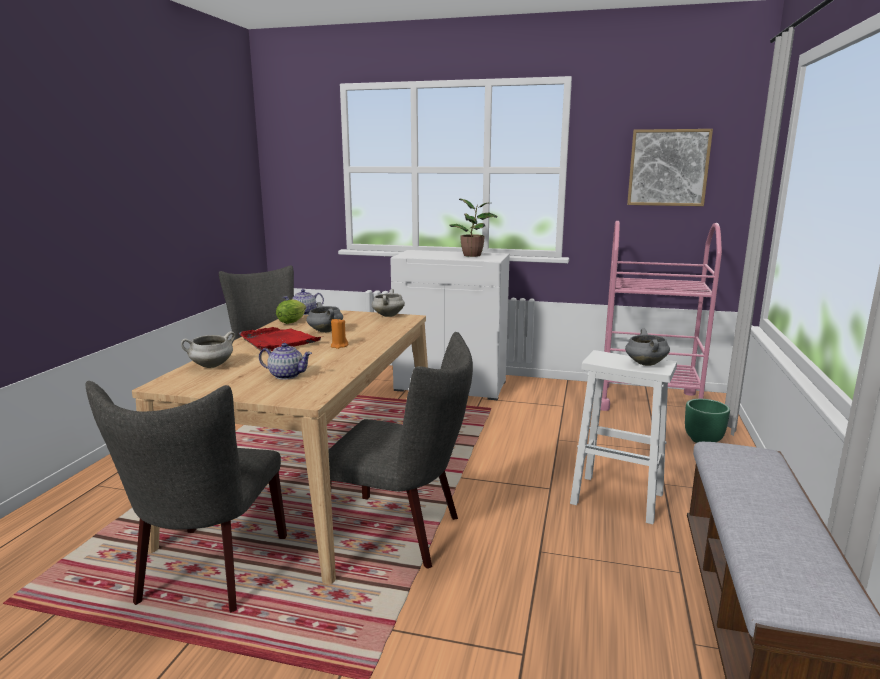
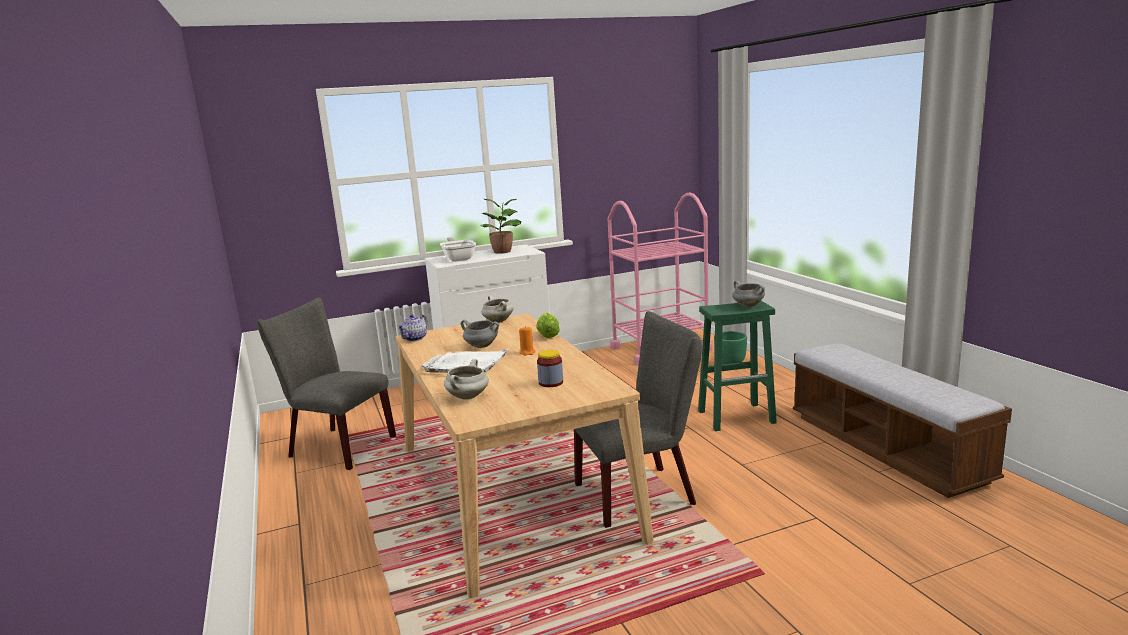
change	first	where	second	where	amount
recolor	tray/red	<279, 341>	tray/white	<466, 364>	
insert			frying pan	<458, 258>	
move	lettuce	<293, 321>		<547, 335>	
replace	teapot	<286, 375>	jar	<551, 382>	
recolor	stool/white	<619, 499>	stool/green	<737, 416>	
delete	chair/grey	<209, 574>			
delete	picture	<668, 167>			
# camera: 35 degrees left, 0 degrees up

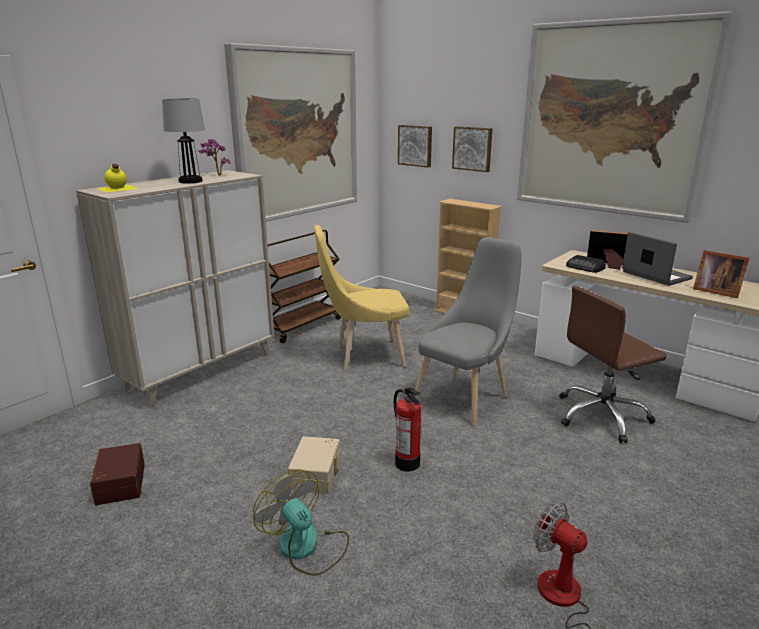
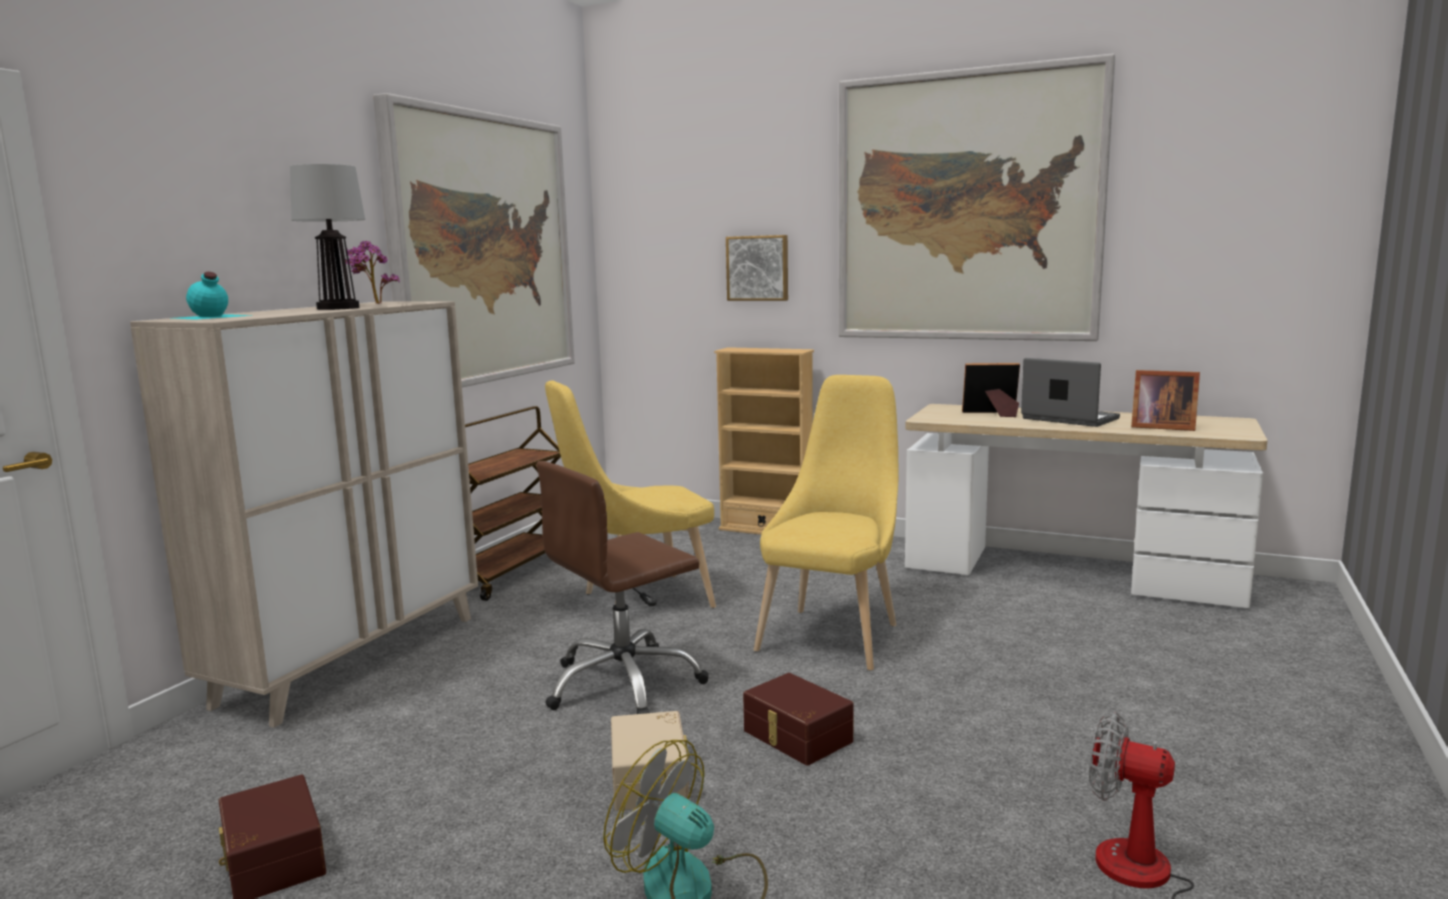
change	first	where	second	where	amount
recolor	bottle/yellow	<117, 188>	bottle/turquoise	<210, 316>	
move	office chair/brown	<602, 416>		<624, 684>	
replace	fire extinguisher	<407, 463>	storage box/brown	<796, 737>	
recolor	chair/grey	<465, 397>	chair/yellow	<833, 634>	
delete	picture	<415, 145>			
delete	radio	<585, 268>			
# camera: 15 degrees left, 10 degrees down

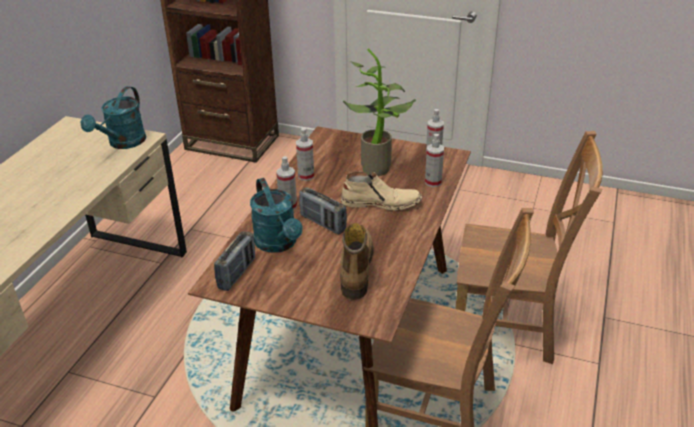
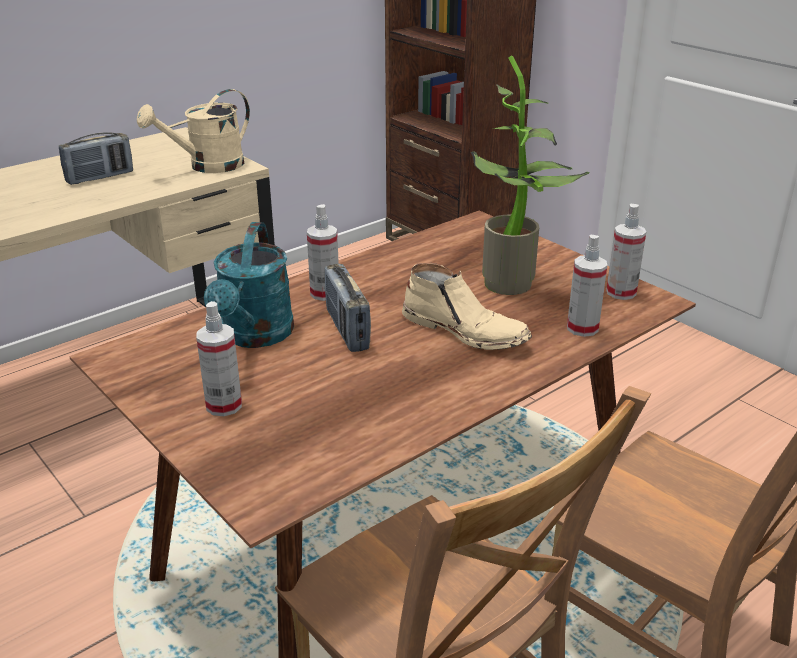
change	first	where	second	where	amount
move	radio	<237, 273>		<100, 177>	
recolor	watering can/turquoise	<123, 143>	watering can/beige	<207, 166>	
move	spray bottle	<306, 176>		<224, 405>	
delete	boot	<355, 269>			
# camera: 30 degrees right, 5 degrees down

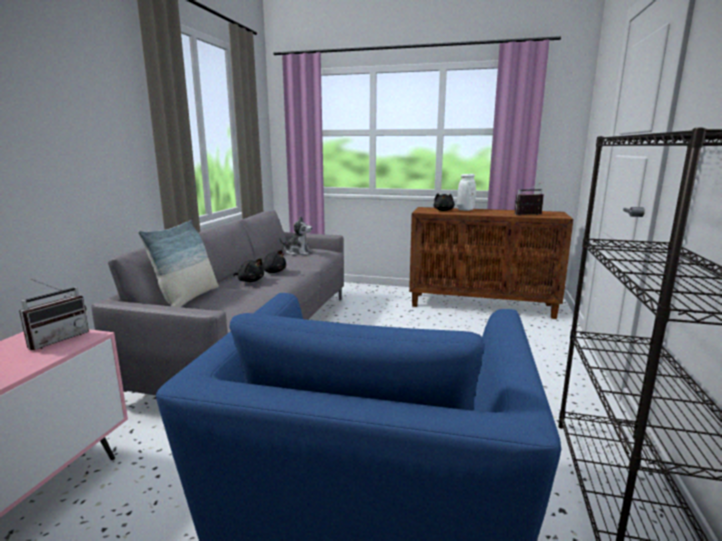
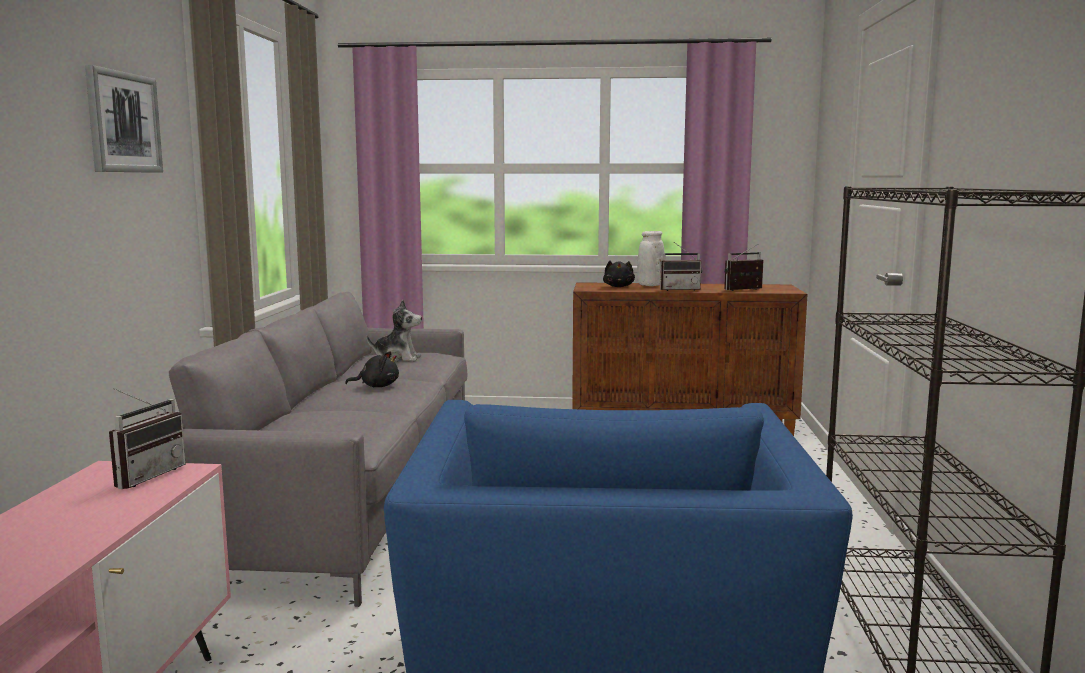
change	first	where	second	where	amount
insert			picture	<123, 122>	
insert			radio	<679, 289>	
delete	pillow	<188, 299>			
delete	plush toy/black	<250, 281>			
# camera: 10 degrees left, 5 degrees down

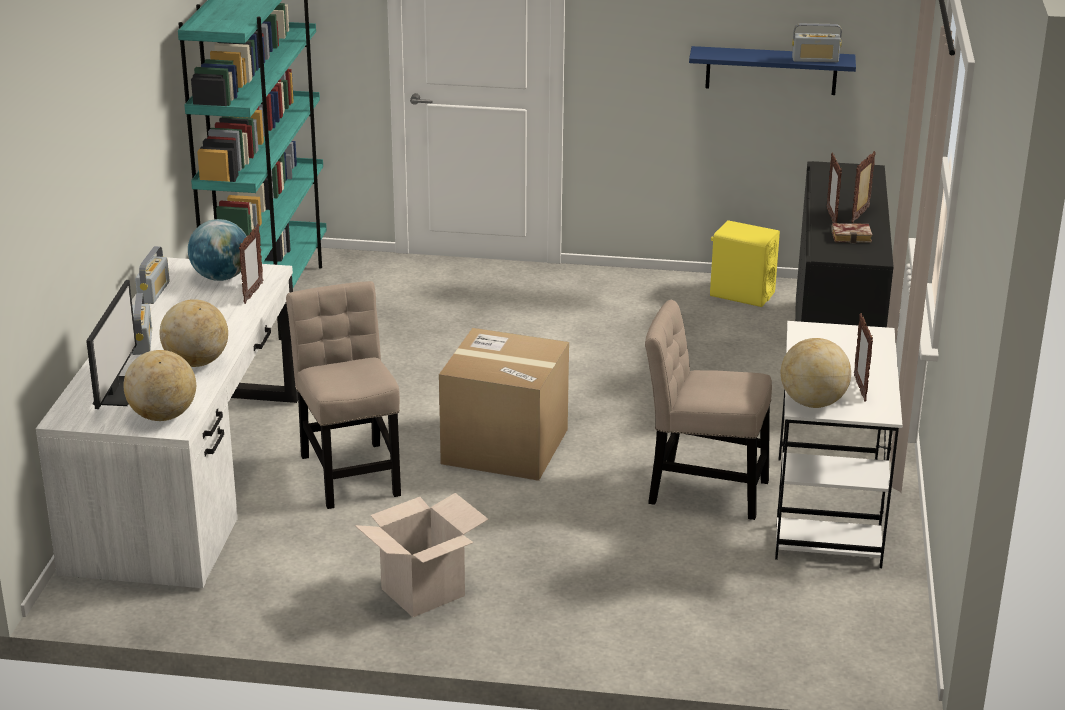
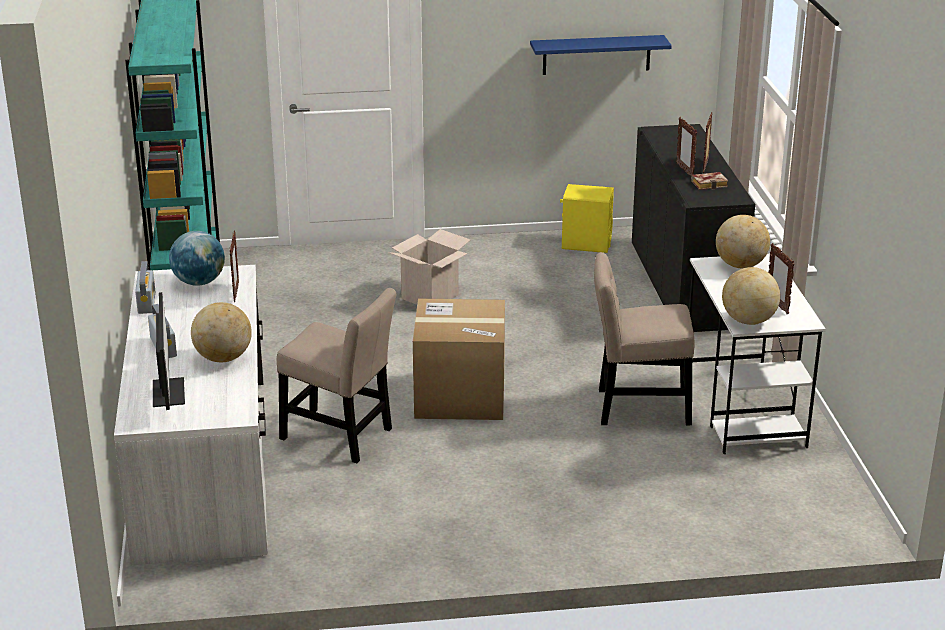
change	first	where	second	where	amount
rotate	chair/beige	<350, 471>		<340, 436>	150 degrees clockwise
move	cardboard box	<423, 592>		<430, 297>	
move	globe	<163, 416>		<740, 265>	
delete	radio	<815, 59>			
# camera: 15 degrees left, 0 degrees up

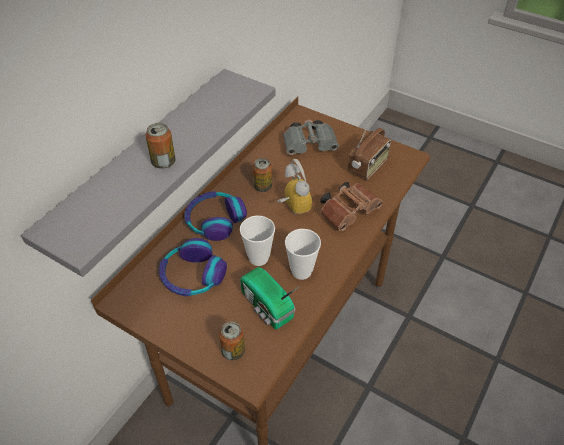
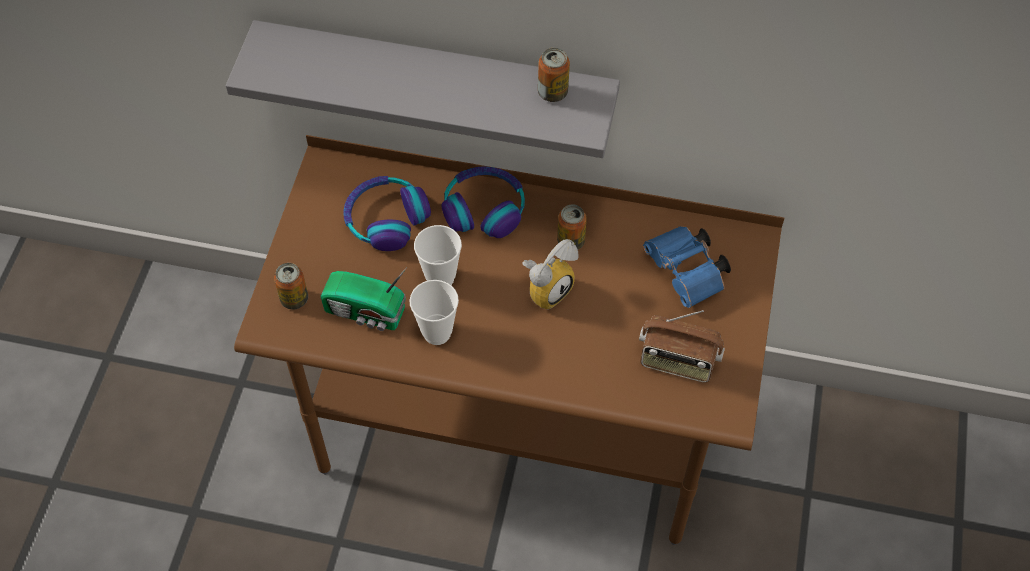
change	first	where	second	where	amount
rotate	radio	<267, 307>		<366, 312>	105 degrees counterclockwise
move	can	<163, 162>		<552, 92>	
recolor	binoculars/grey	<311, 146>	binoculars/blue	<687, 274>	
delete	binoculars/brown	<349, 211>			
# camera: 70 degrees right, 10 degrees up

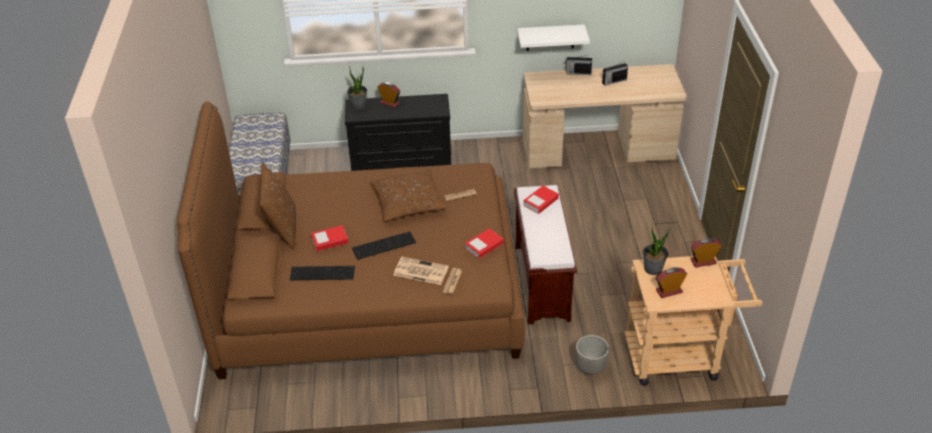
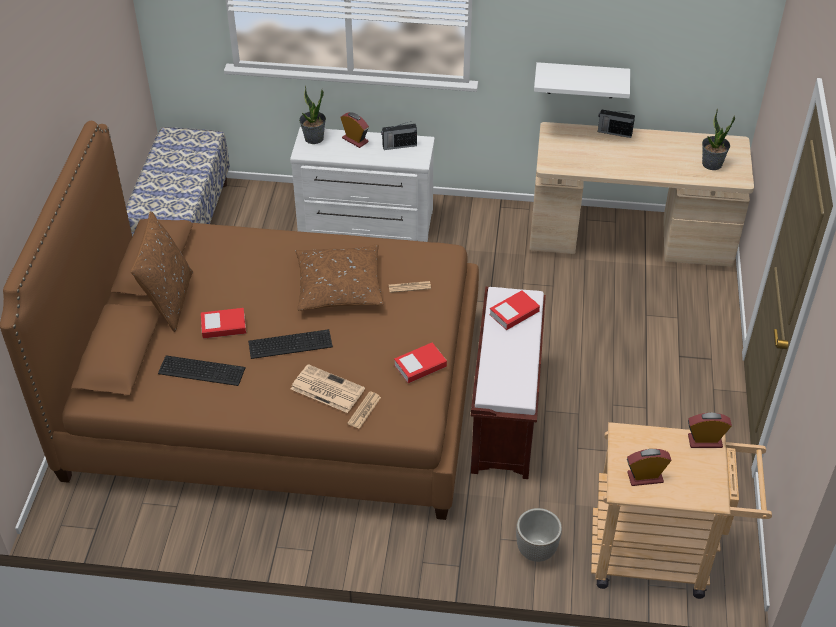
change	first	where	second	where	amount
recolor	dresser/black	<401, 166>	dresser/white	<365, 223>	
move	radio	<613, 81>		<399, 146>	
move	potted plant	<653, 269>		<712, 164>	
# camera: 10 degrees right, 5 degrees up

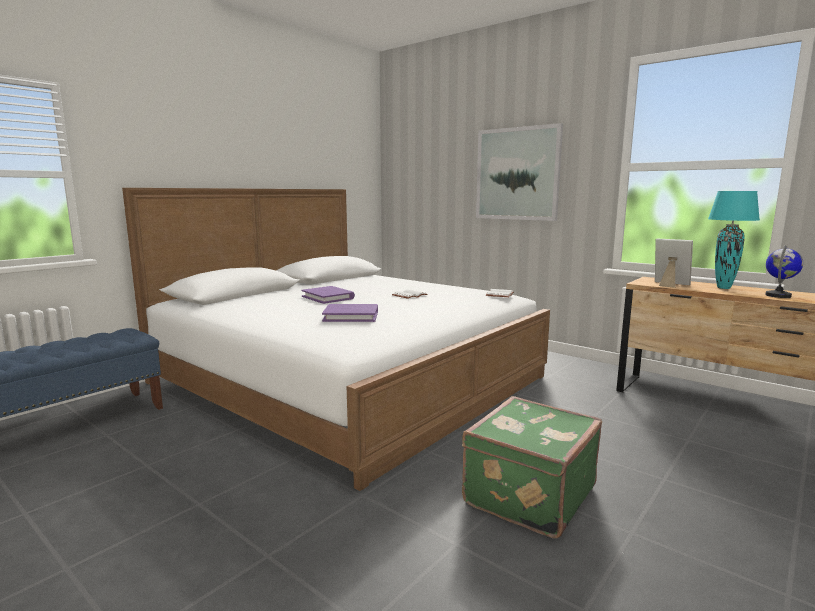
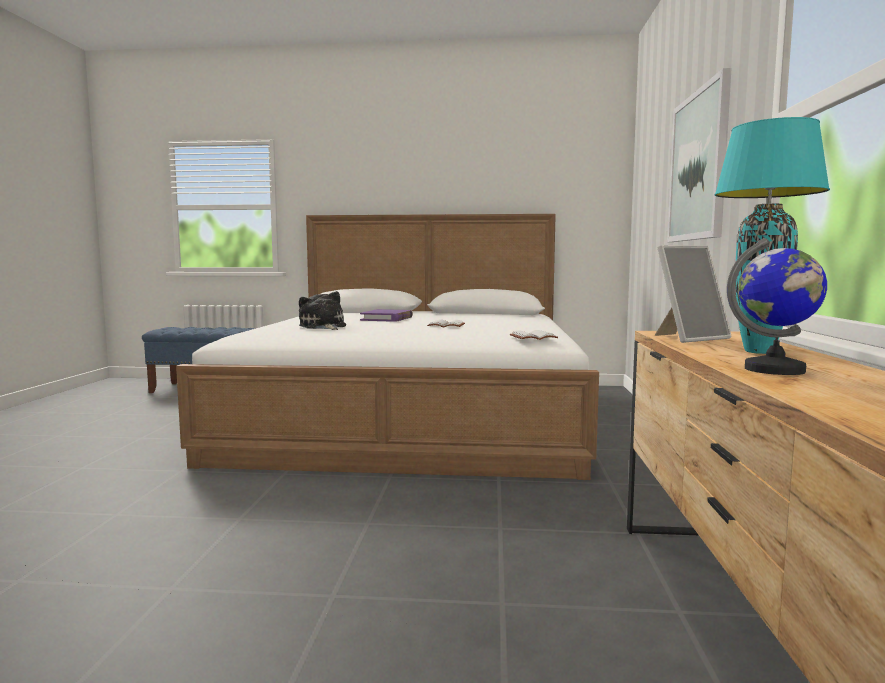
change	first	where	second	where	amount
replace	book/purple	<351, 316>	plush toy	<323, 327>	
rotate	picture frame	<669, 285>		<688, 338>	60 degrees clockwise
delete	suitcase/green	<527, 494>			
# camera: 55 degrees right, 5 degrees down

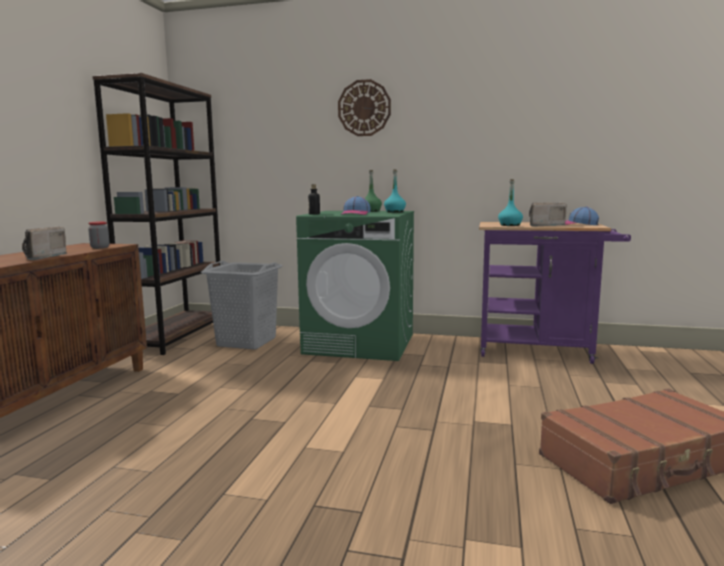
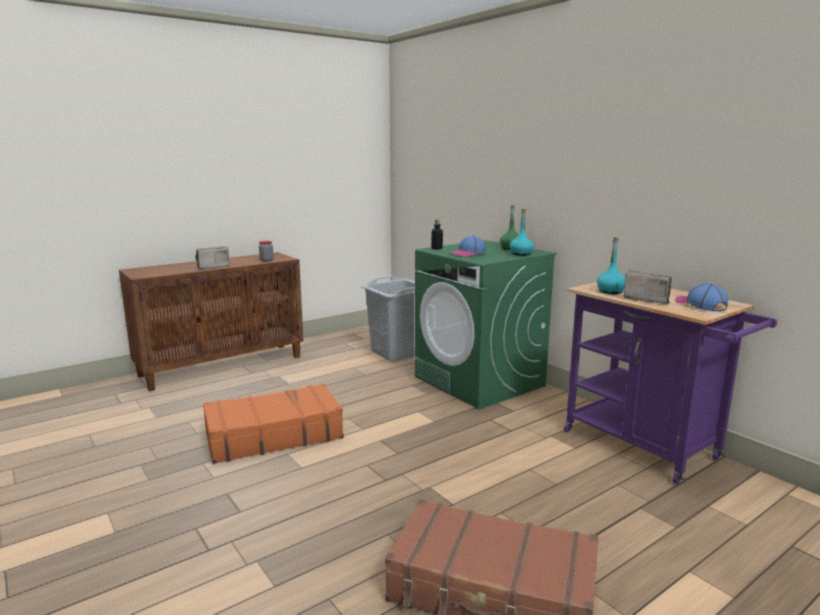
change	first	where	second	where	amount
insert			suitcase/orange	<273, 435>	
delete	bookcase/brown	<176, 336>			
delete	wall clock	<364, 108>			
# camera: 40 degrees right, 5 degrees up

